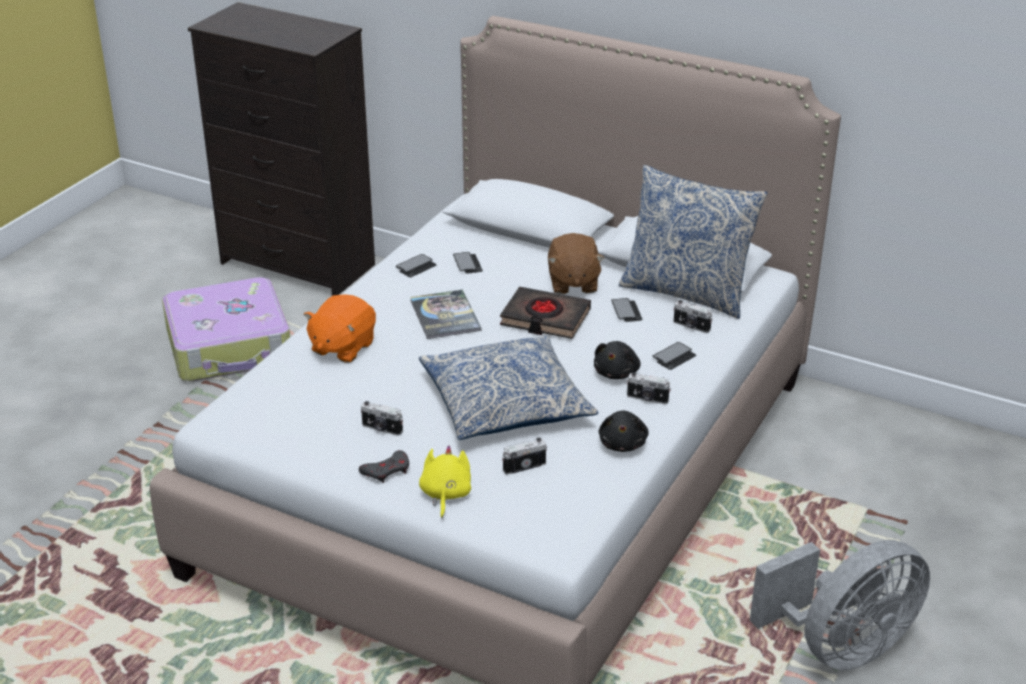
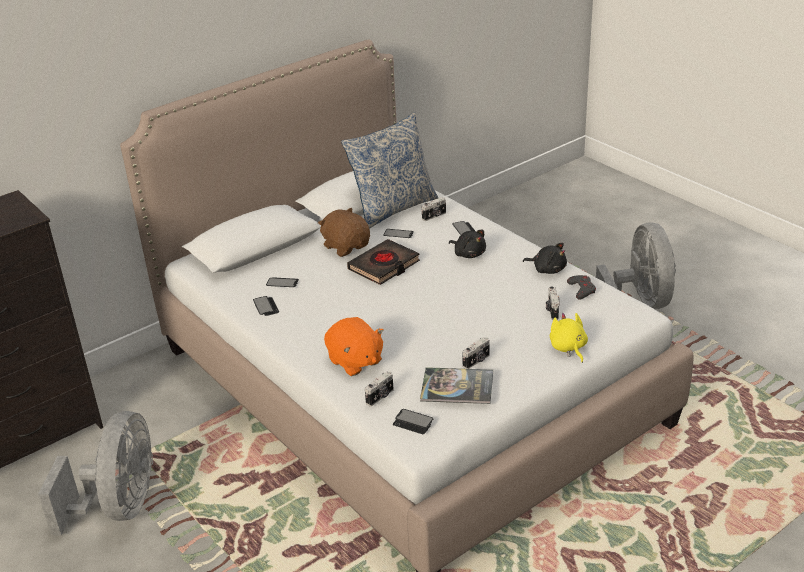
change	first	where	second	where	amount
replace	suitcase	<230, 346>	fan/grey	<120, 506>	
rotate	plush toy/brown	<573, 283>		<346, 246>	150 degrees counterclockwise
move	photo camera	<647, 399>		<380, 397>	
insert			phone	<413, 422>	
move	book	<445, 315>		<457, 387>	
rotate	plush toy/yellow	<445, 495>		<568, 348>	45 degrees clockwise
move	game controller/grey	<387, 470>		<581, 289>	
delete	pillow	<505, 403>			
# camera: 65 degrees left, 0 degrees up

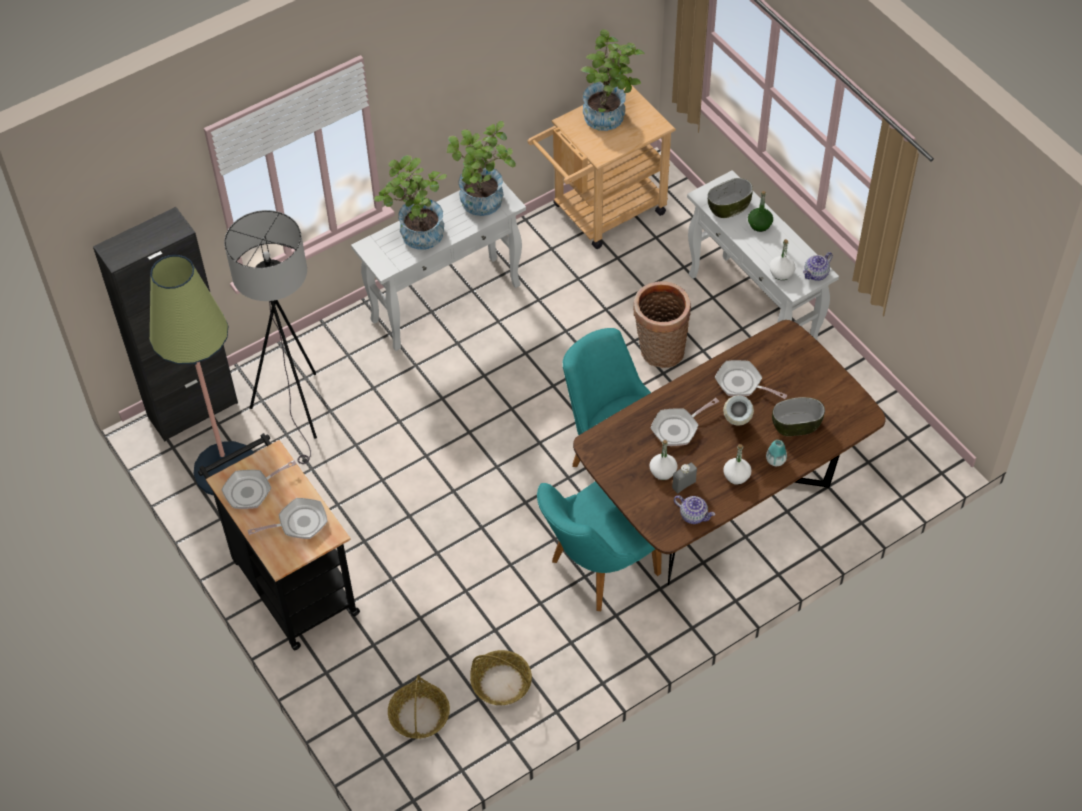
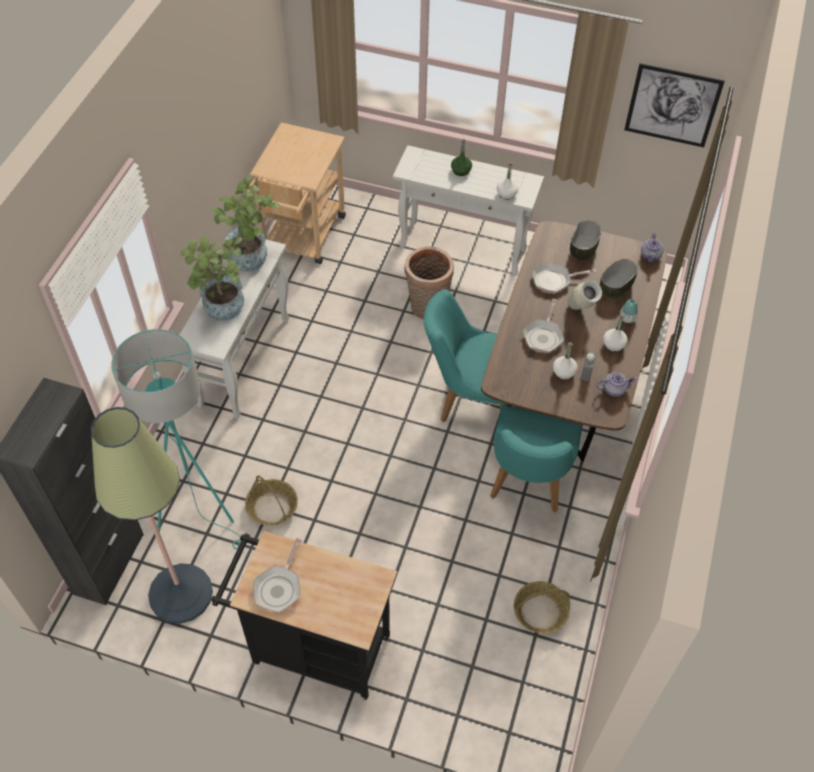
change	first	where	second	where	amount
recolor	floor lamp/grey	<298, 410>	floor lamp/turquoise	<199, 510>	
move	basket	<419, 716>		<272, 507>	
move	bowl	<729, 206>		<583, 248>	
insert			picture	<672, 105>	
move	teapot	<816, 274>		<650, 256>	
delete	frying pan	<299, 523>			
delete	potted plant	<609, 118>			
# camera: 40 degrees left, 0 degrees up

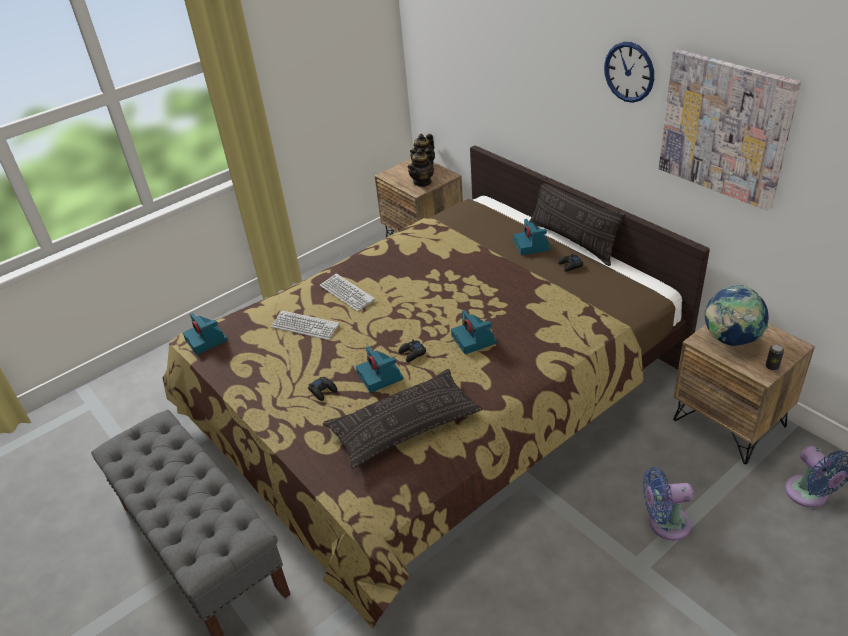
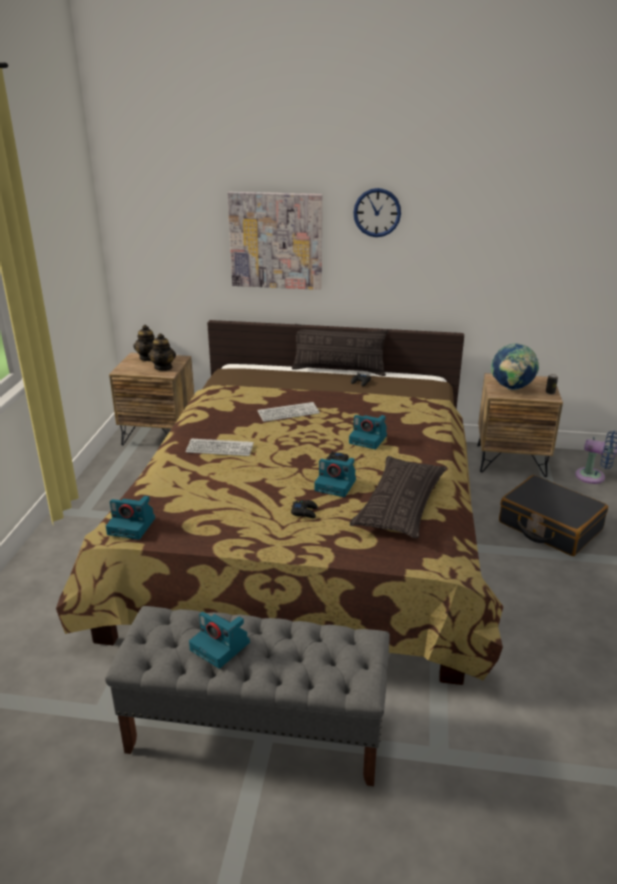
change	first	where	second	where	amount
move	photo camera	<532, 246>		<221, 646>	
move	picture	<725, 128>		<276, 240>	
move	keyboard	<305, 326>		<288, 413>	
replace	fan/blue	<664, 524>	suitcase/black	<549, 526>	
# camera: 45 degrees left, 10 degrees down

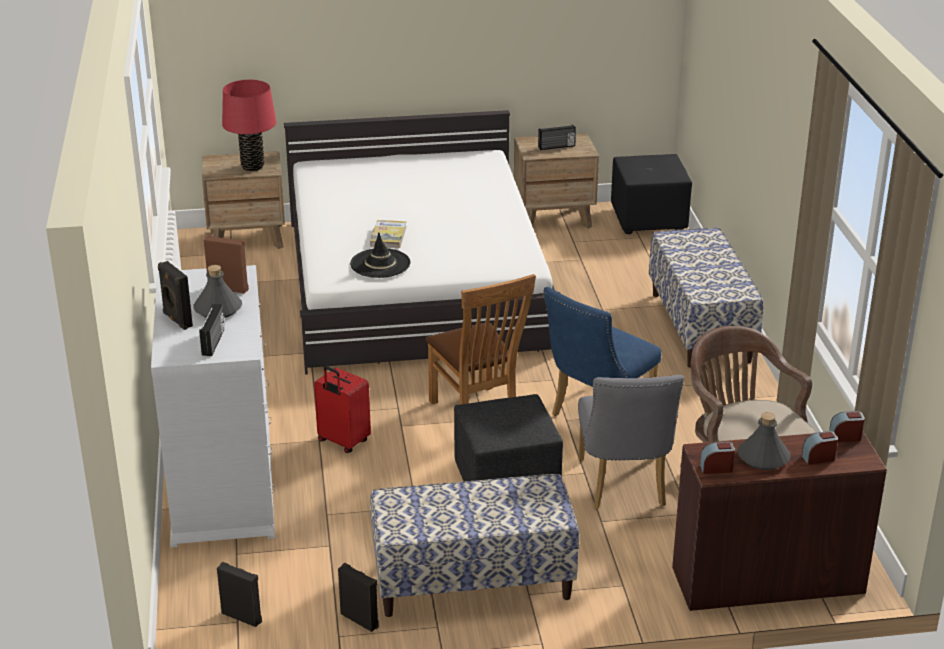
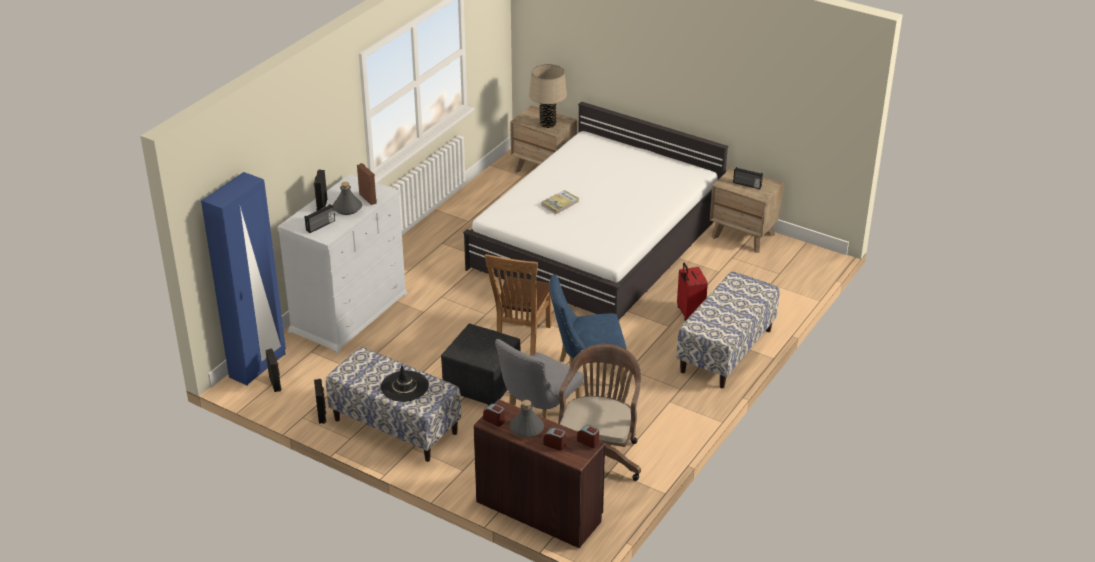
change	first	where	second	where	amount
insert			wardrobe/blue	<258, 366>	
move	hat/black	<380, 264>		<404, 386>	
recolor	table lamp/red	<252, 166>	table lamp/beige	<547, 124>	
move	suitcase/red	<342, 442>		<689, 313>	
delete	ottoman/black	<649, 219>			
# camera: 40 degrees right, 5 degrees up

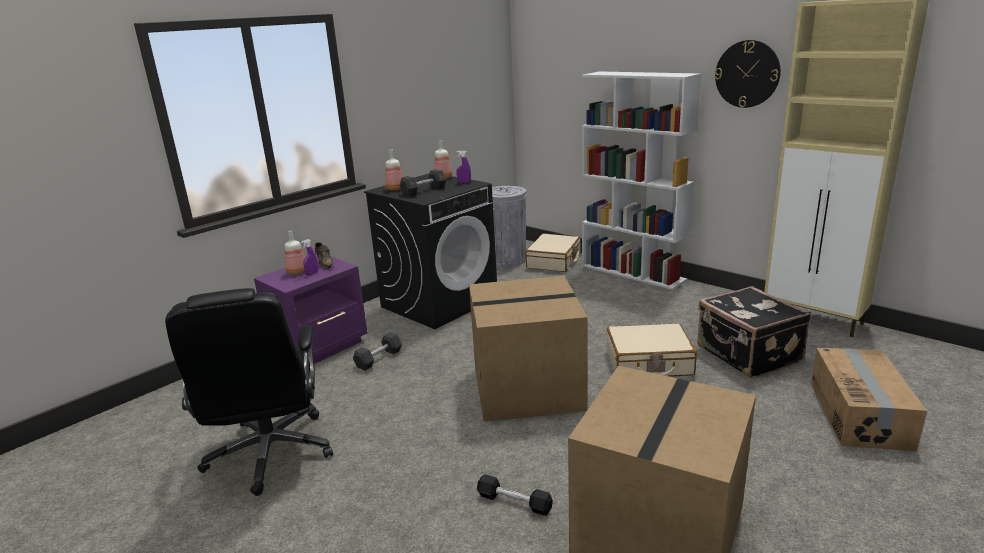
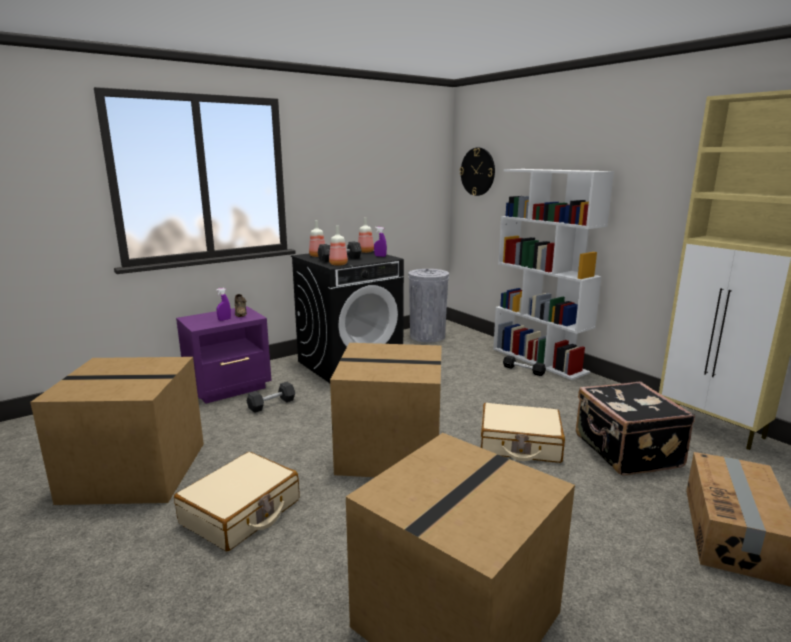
change	first	where	second	where	amount
replace	office chair/black	<270, 453>	cardboard box	<133, 472>	
move	suitcase/beige	<554, 261>		<241, 512>	
move	bottle	<297, 272>		<338, 264>	
move	wall clock	<747, 74>		<478, 171>	
move	dumbbell/black	<514, 502>		<523, 370>	
# camera: 10 degrees right, 5 degrees down

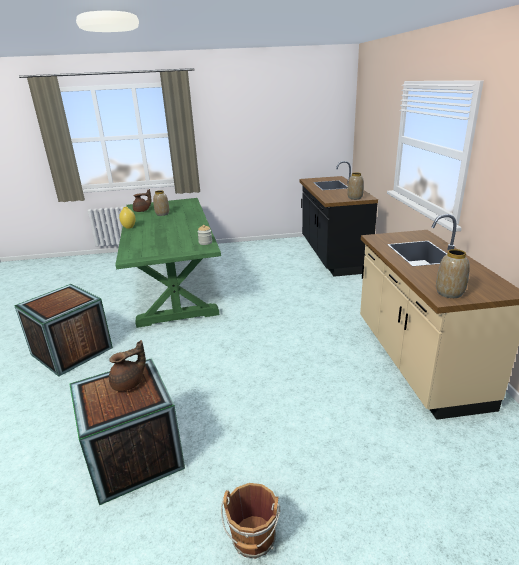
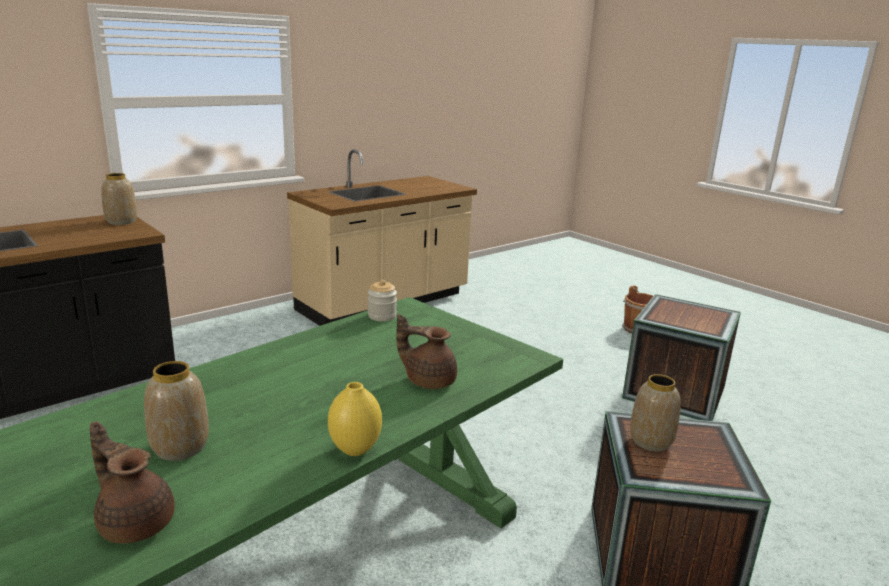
change	first	where	second	where	amount
move	teapot/brown	<129, 383>		<428, 380>	
move	vase	<450, 293>		<650, 441>	
# camera: 125 degrees left, 5 degrees down

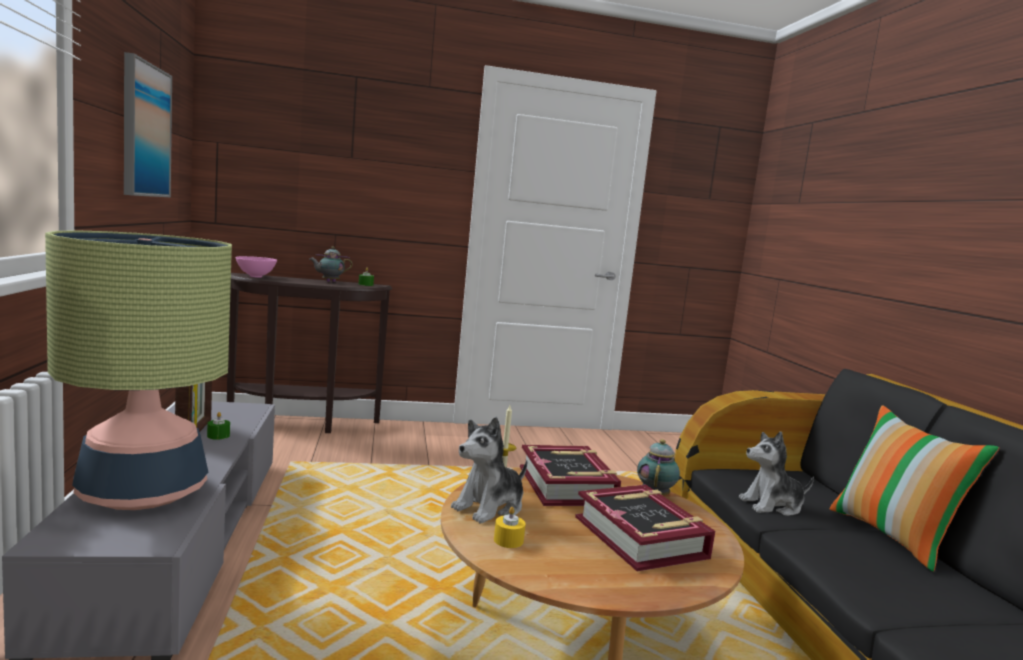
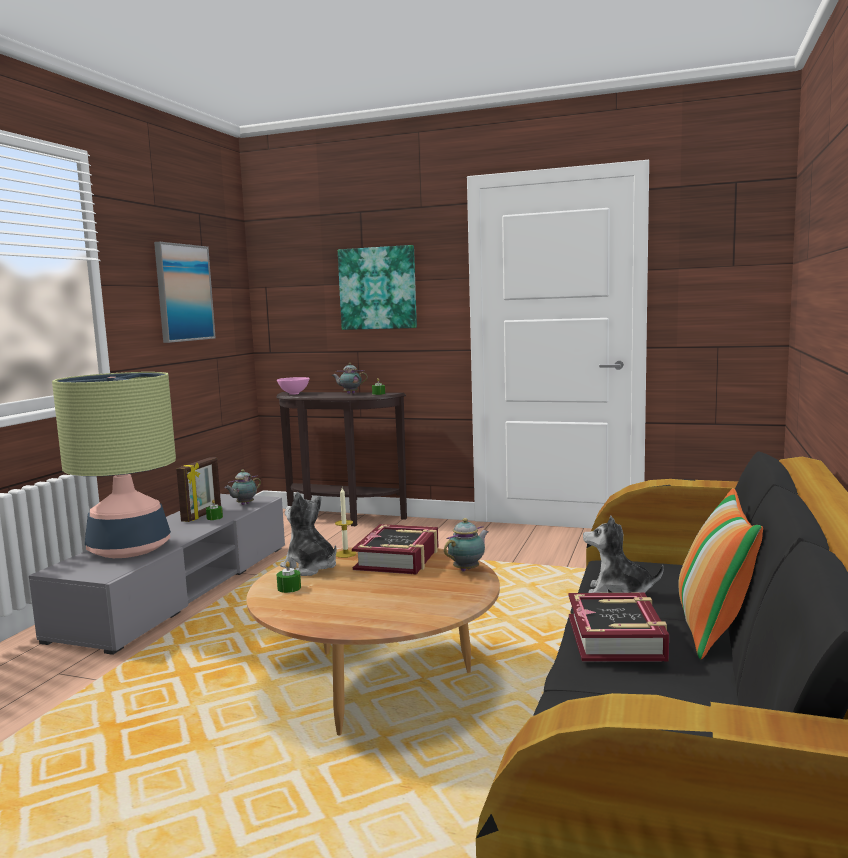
change	first	where	second	where	amount
insert			teapot	<244, 504>	
recolor	candle/yellow	<508, 540>	candle/green	<289, 588>	
rotate	plush toy	<490, 507>		<310, 568>	60 degrees clockwise
insert			picture	<378, 288>	
move	book	<641, 537>		<616, 638>	
# camera: 30 degrees right, 0 degrees up

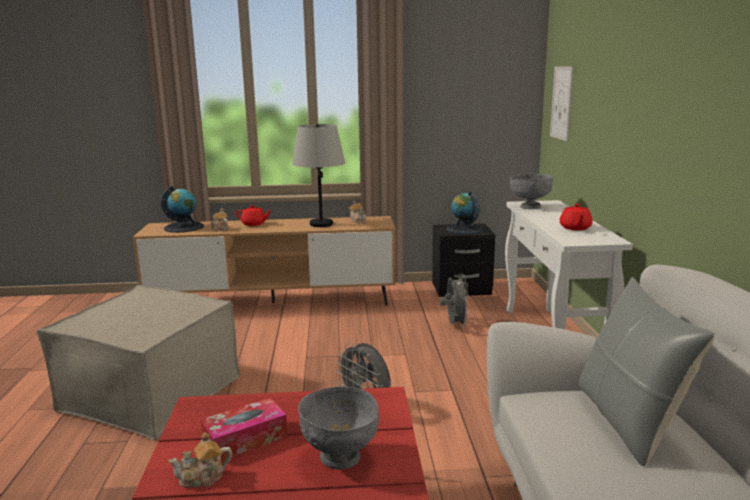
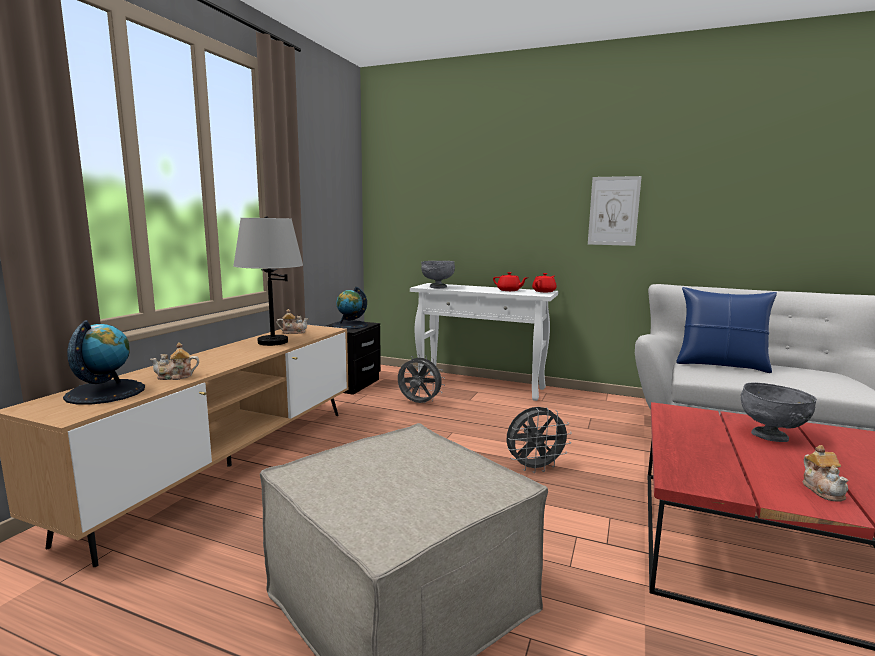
change	first	where	second	where	amount
move	teapot/red	<254, 224>		<544, 291>	
move	picture	<561, 103>		<613, 211>	
recolor	pillow/grey	<628, 422>	pillow/blue	<720, 365>	
delete	tissue box	<245, 439>			
# camera: 65 degrees left, 5 degrees down

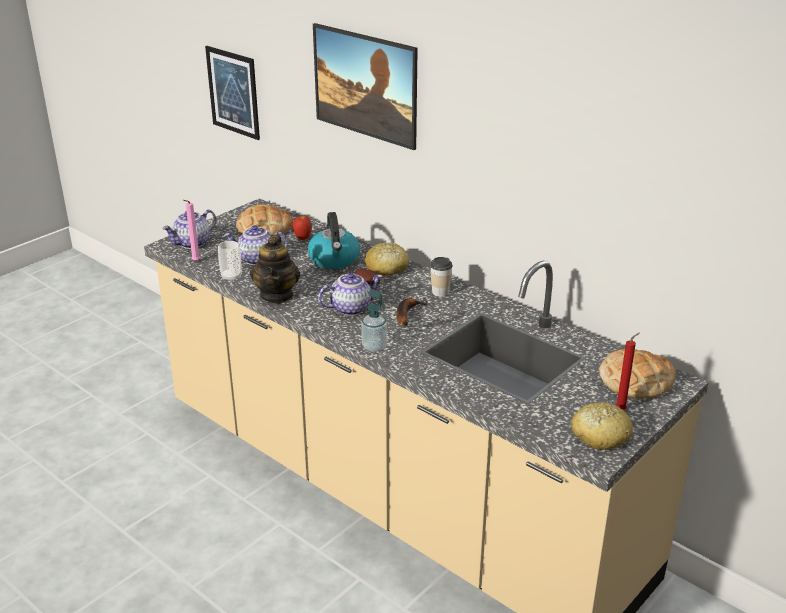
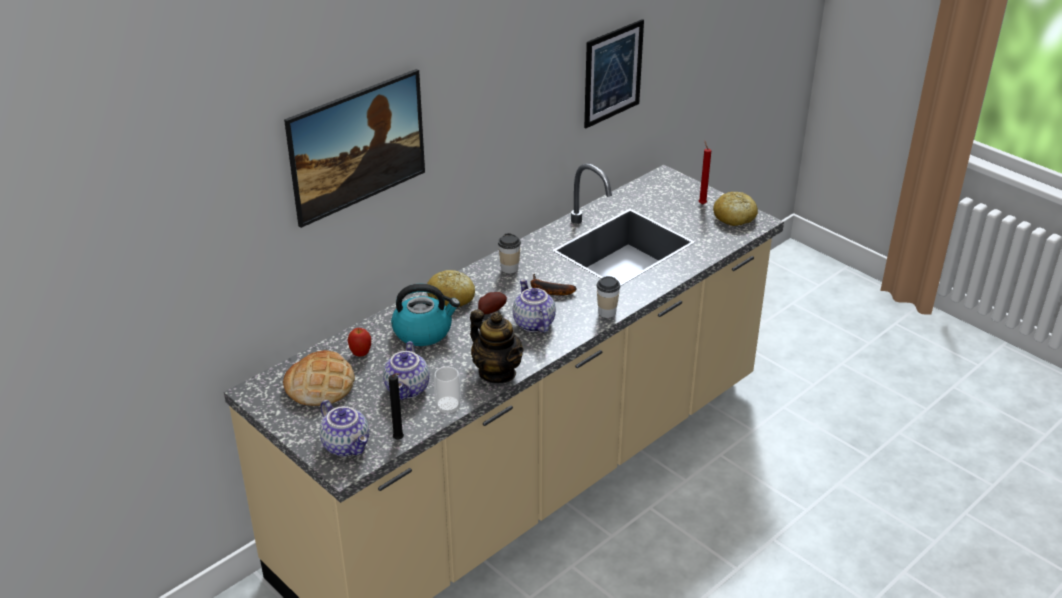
change	first	where	second	where	amount
recolor	candle/pink	<195, 261>	candle/black	<399, 440>	
rotate	teapot	<277, 295>		<497, 372>	45 degrees clockwise
move	picture	<233, 92>		<613, 73>	
replace	soap dispenser	<374, 347>	cup	<607, 312>	
delete	bread	<635, 380>			
# camera: 85 degrees left, 5 degrees up

